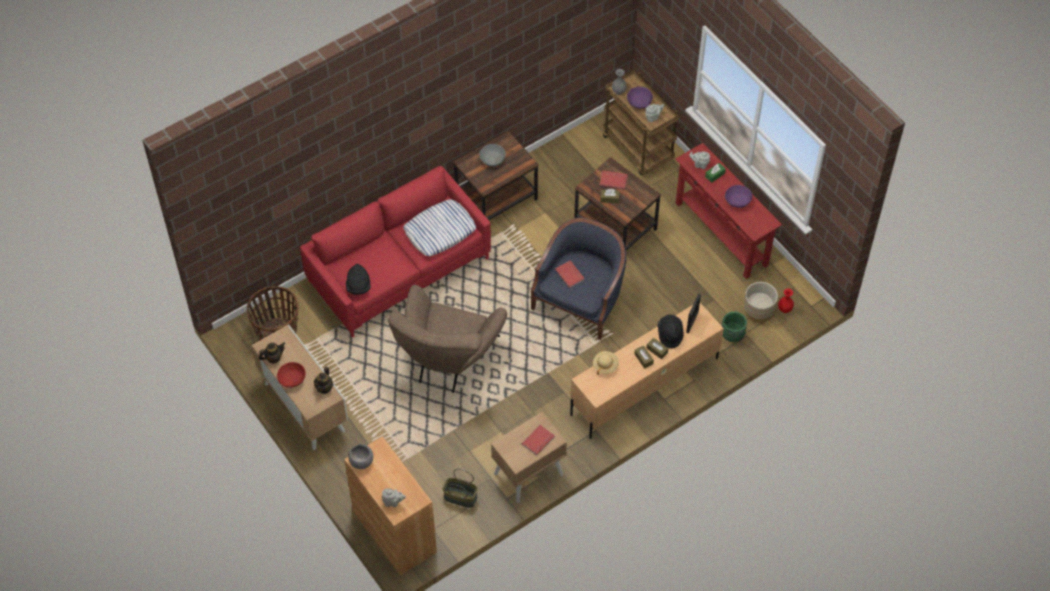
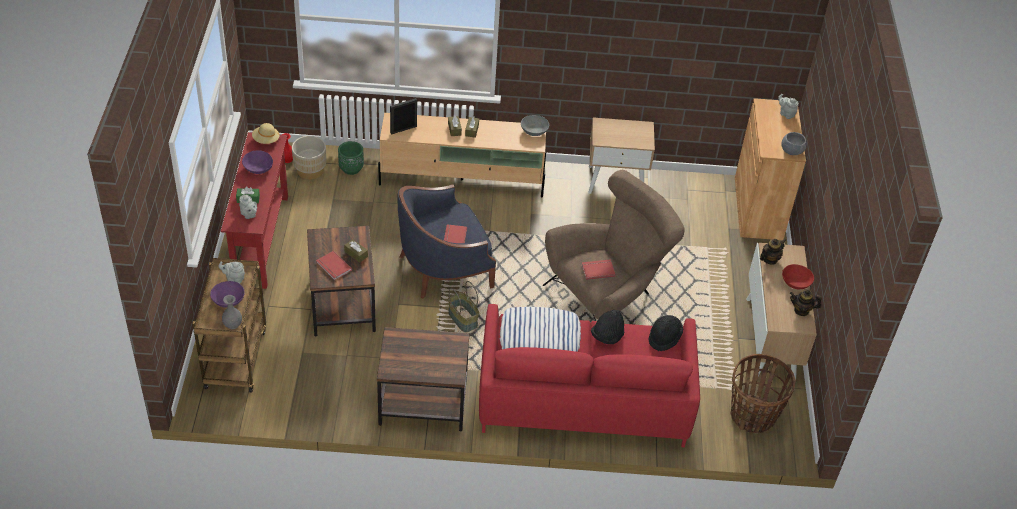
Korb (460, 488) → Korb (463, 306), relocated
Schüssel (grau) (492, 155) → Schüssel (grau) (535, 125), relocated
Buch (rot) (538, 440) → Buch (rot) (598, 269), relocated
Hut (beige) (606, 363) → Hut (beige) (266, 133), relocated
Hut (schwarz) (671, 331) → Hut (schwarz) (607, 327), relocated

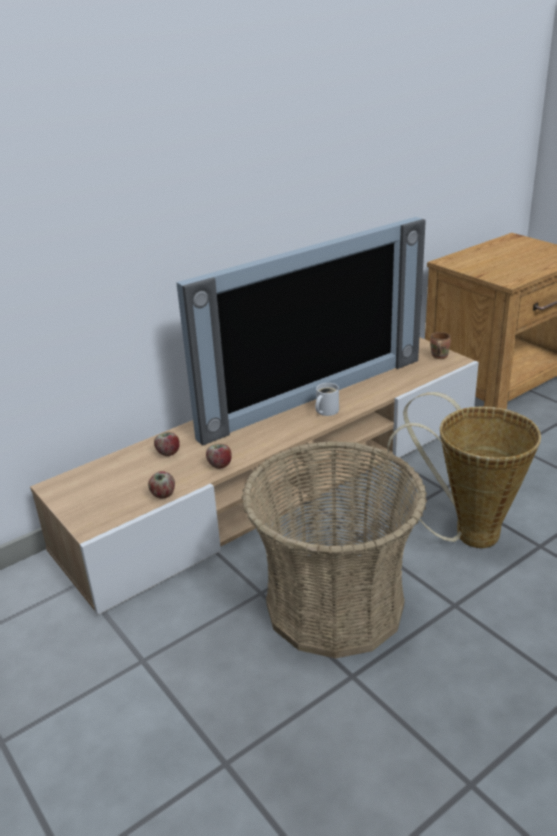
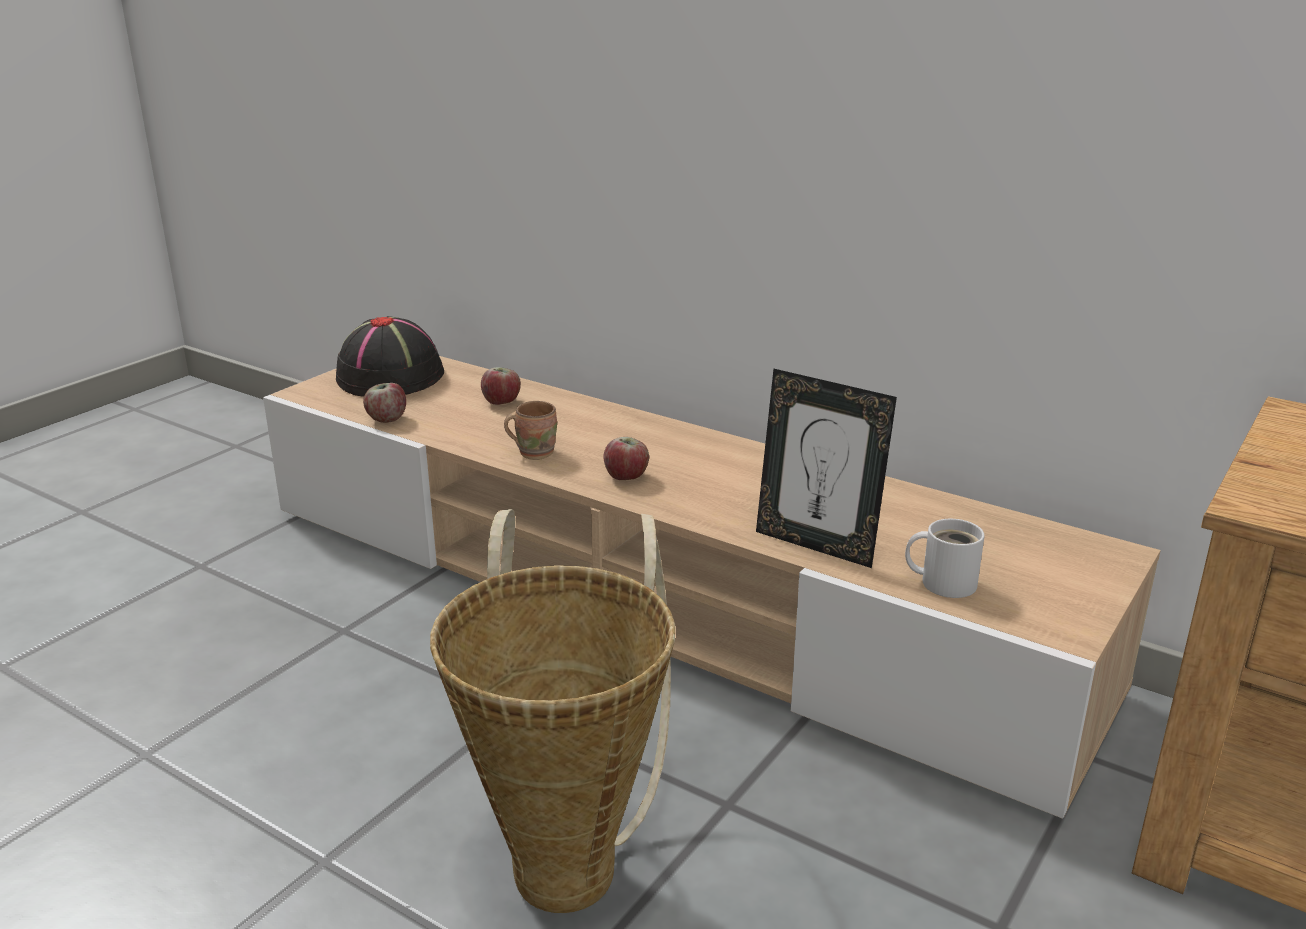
Fernseher (301, 331) → -
Korb (334, 550) → -
- → Hut (schwarz) (390, 356)
- → Bilderrahmen (826, 468)
Apfel (219, 456) → Apfel (626, 458), relocated
Henkelbecher (weiß) (327, 399) → Henkelbecher (weiß) (944, 558), relocated
Henkelbecher (braun) (440, 345) → Henkelbecher (braun) (530, 430), relocated

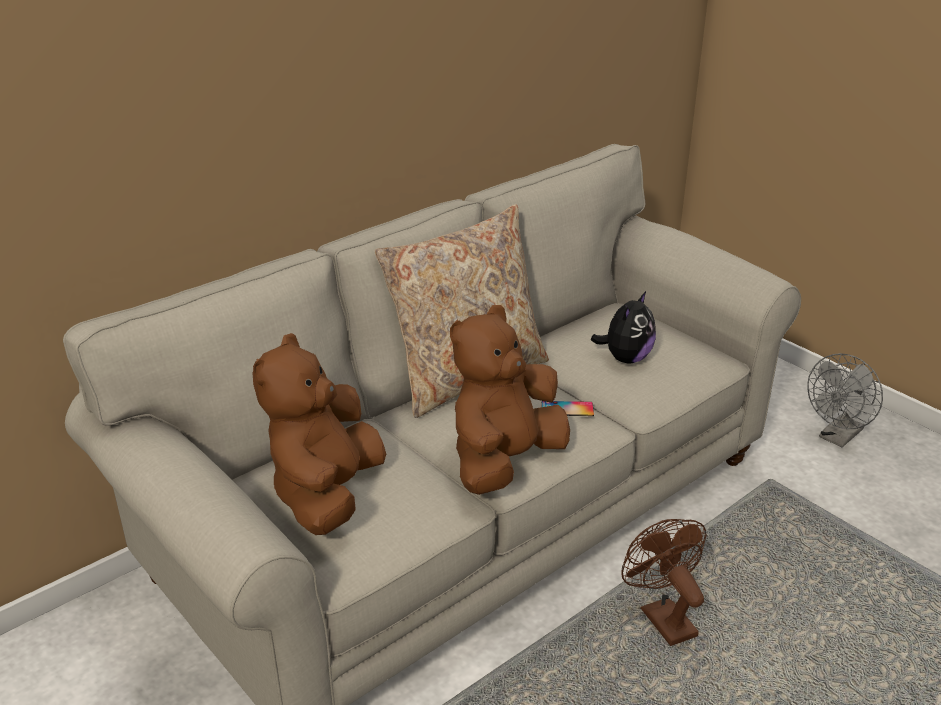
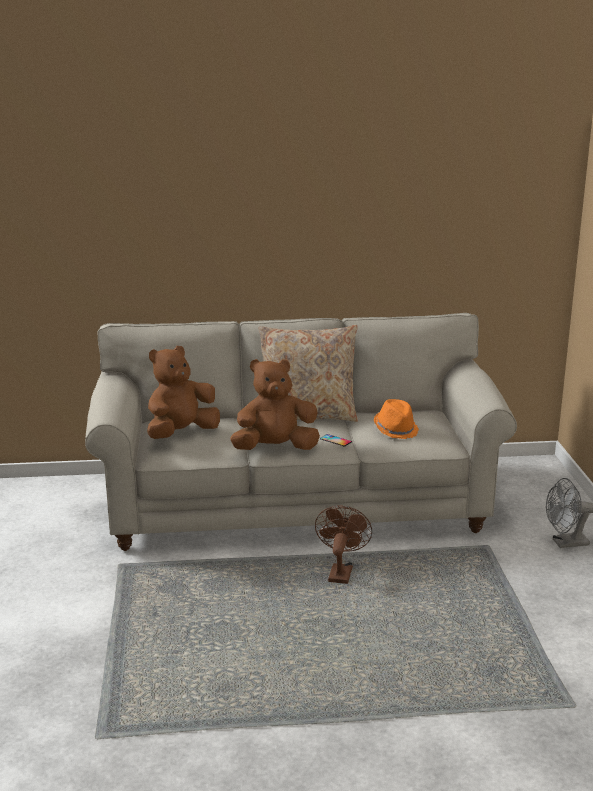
Plüschtier (623, 327) → Hut (orange) (396, 419)

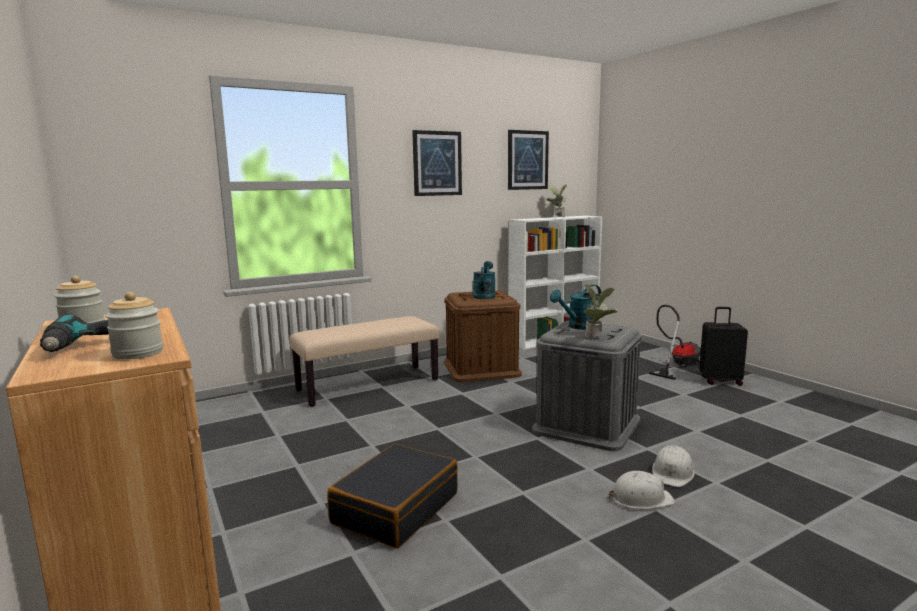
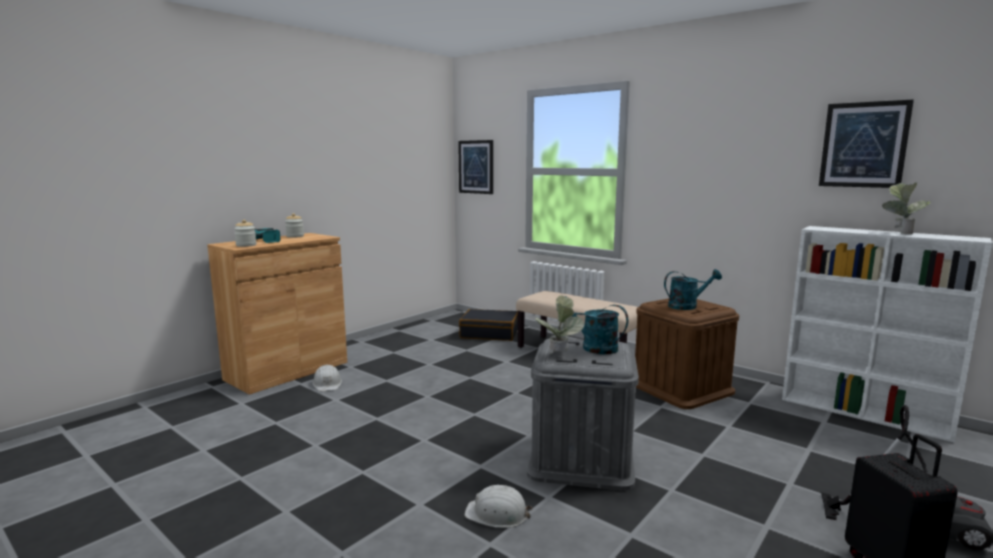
Koffer (schwarz) (392, 496) → Koffer (schwarz) (488, 325), relocated
Bild (437, 163) → Bild (475, 167), relocated
Schutzhelm (weiß) (642, 490) → Schutzhelm (weiß) (327, 378), relocated

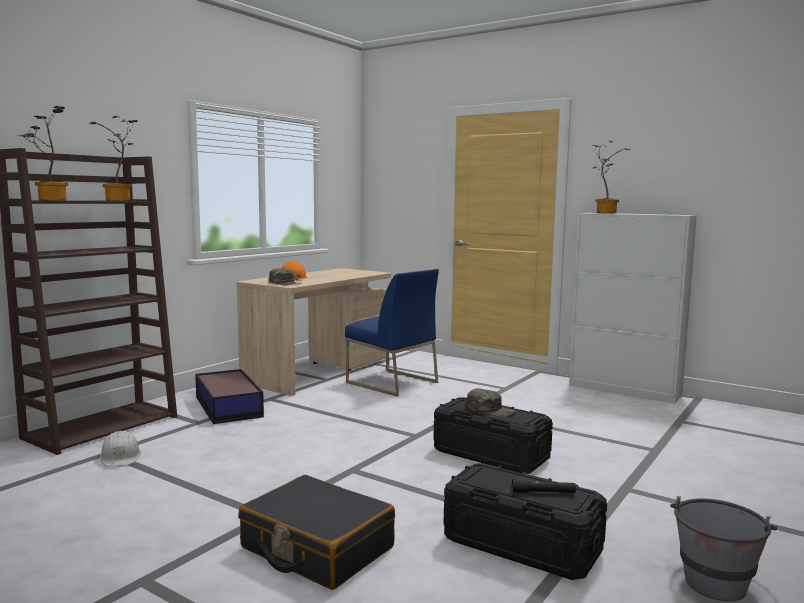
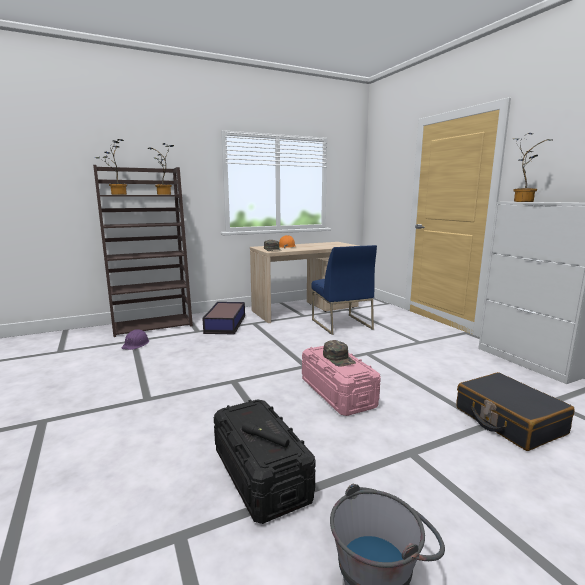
Koffer (schwarz) (316, 532) → Koffer (schwarz) (515, 411), relocated
Schutzhelm (weiß) (120, 449) → Schutzhelm (lila) (135, 339)
Aufbewahrungsbox (schwarz) (493, 435) → Aufbewahrungsbox (rosa) (341, 381)

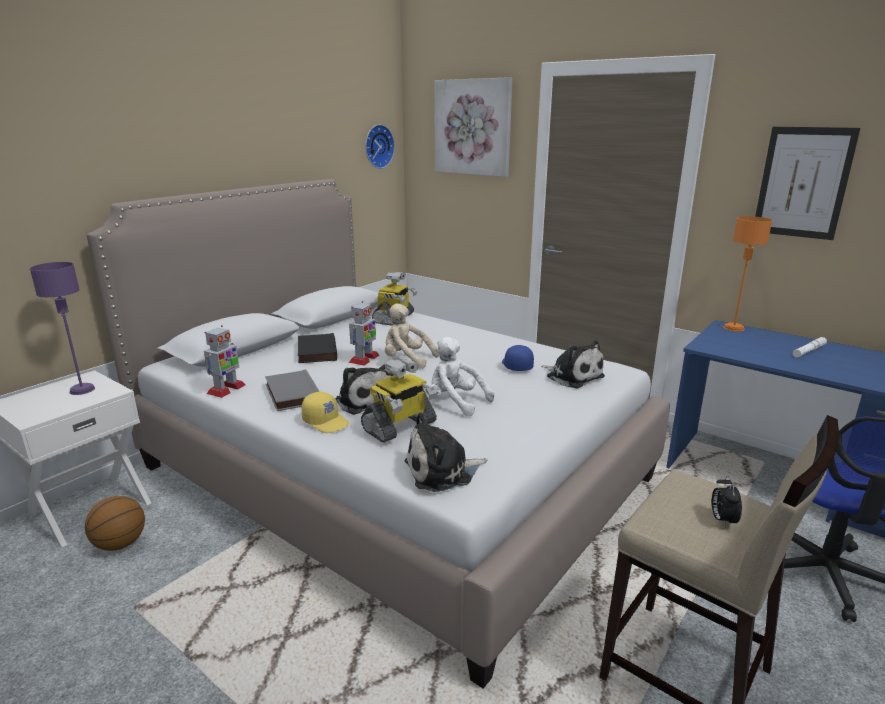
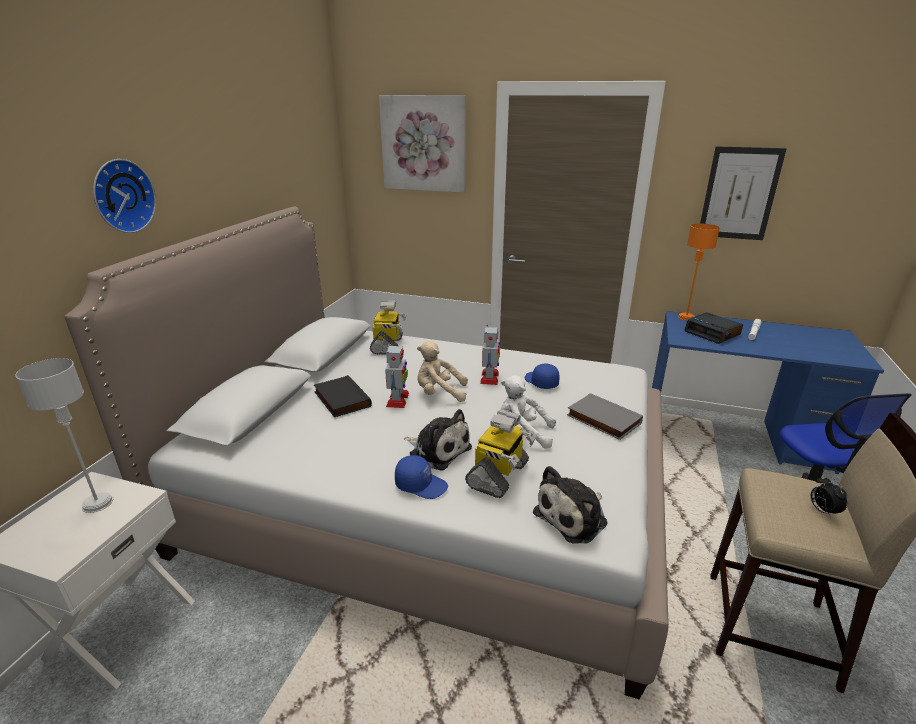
Basketball (115, 523) → -
Plüschtier (573, 364) → -
- → Wecker (713, 328)
Spielzeugroboter (224, 361) → Spielzeugroboter (490, 355), relocated
Buch (grau) (292, 390) → Buch (grau) (605, 416), relocated
Wanduhr (380, 146) → Wanduhr (124, 196), relocated
Tischlampe (lila) (62, 328) → Tischlampe (grau) (64, 435)
Kappe (gelb) (325, 412) → Kappe (blau) (421, 477)

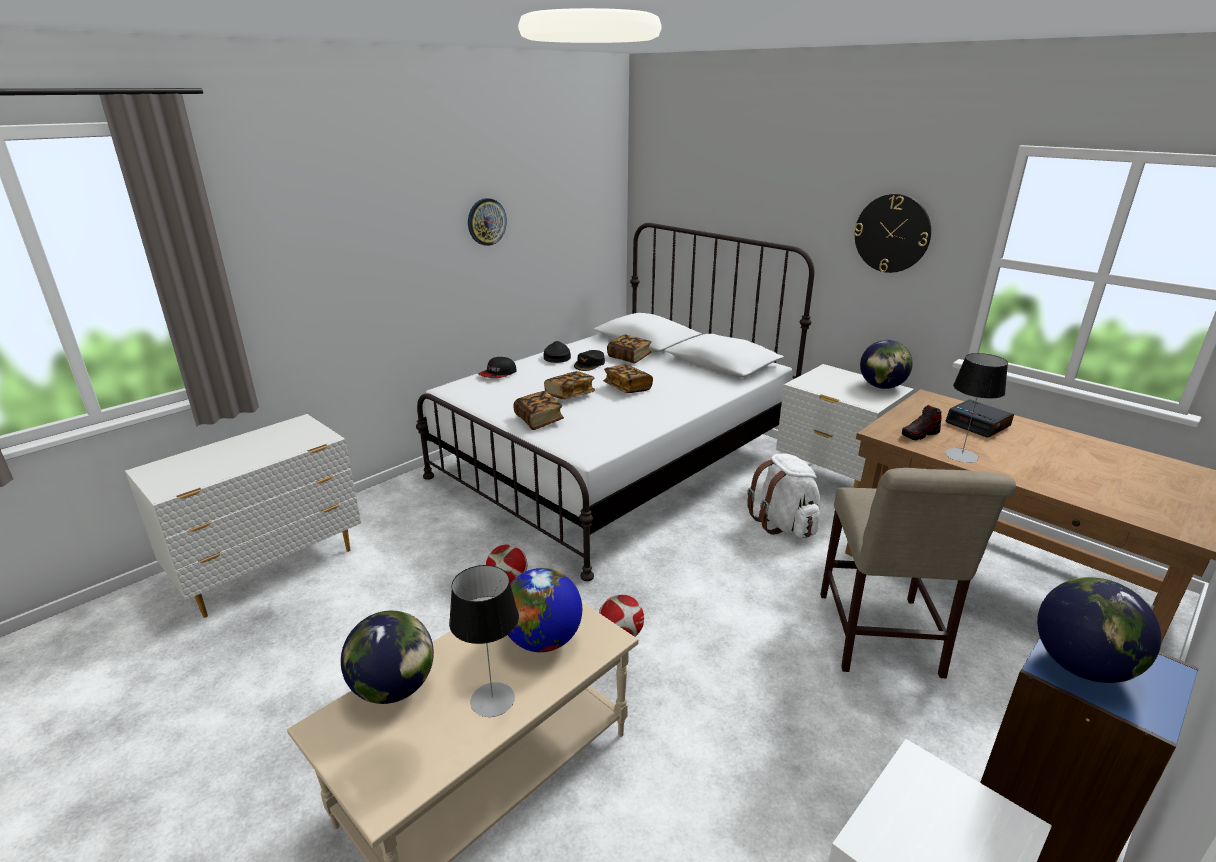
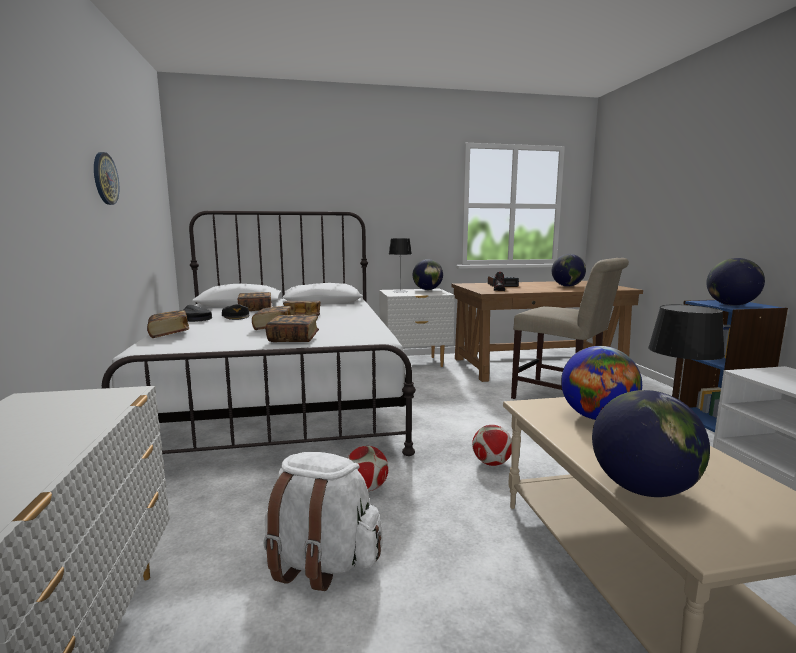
Wanduhr (892, 233) → -
- → Globus (569, 270)
Rucksack (weiß) (783, 495) → Rucksack (weiß) (323, 521), relocated
Tischlampe (976, 408) → Tischlampe (400, 265), relocated
Kappe (497, 368) → Buch (168, 324)

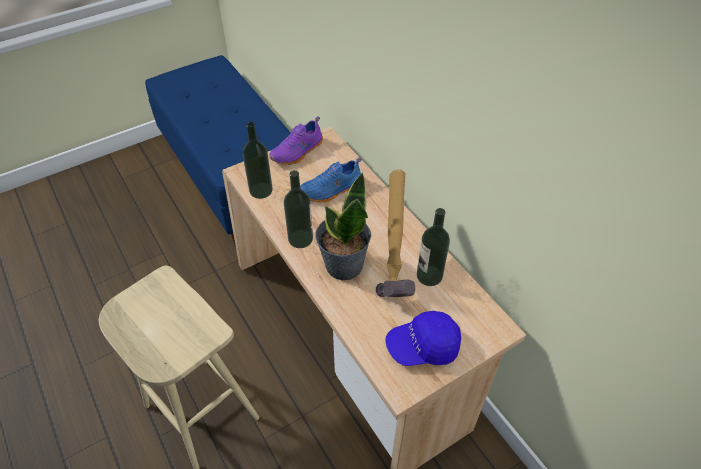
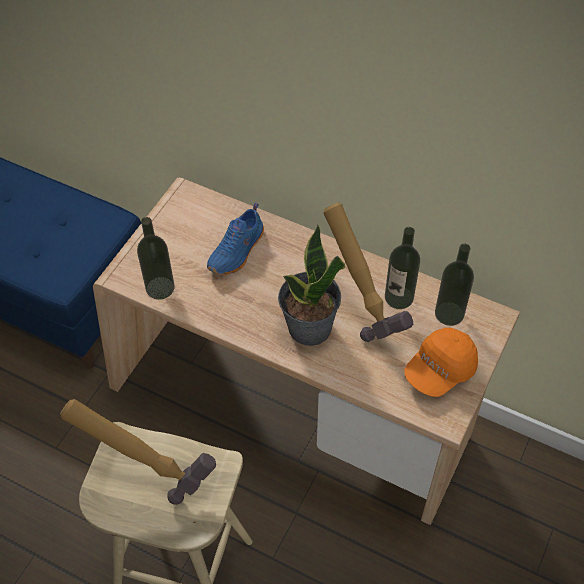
Schuh (lila) (296, 140) → -
- → Hammer (138, 452)
Flasche (298, 209) → Flasche (454, 285), relocated
Kappe (blau) (423, 338) → Kappe (orange) (441, 362)

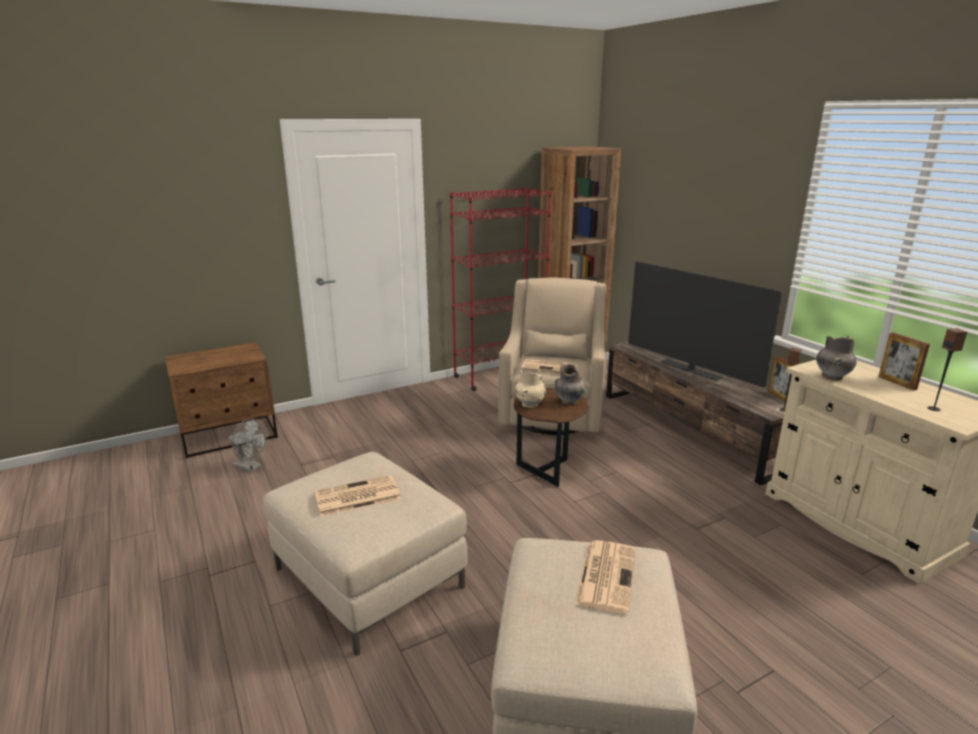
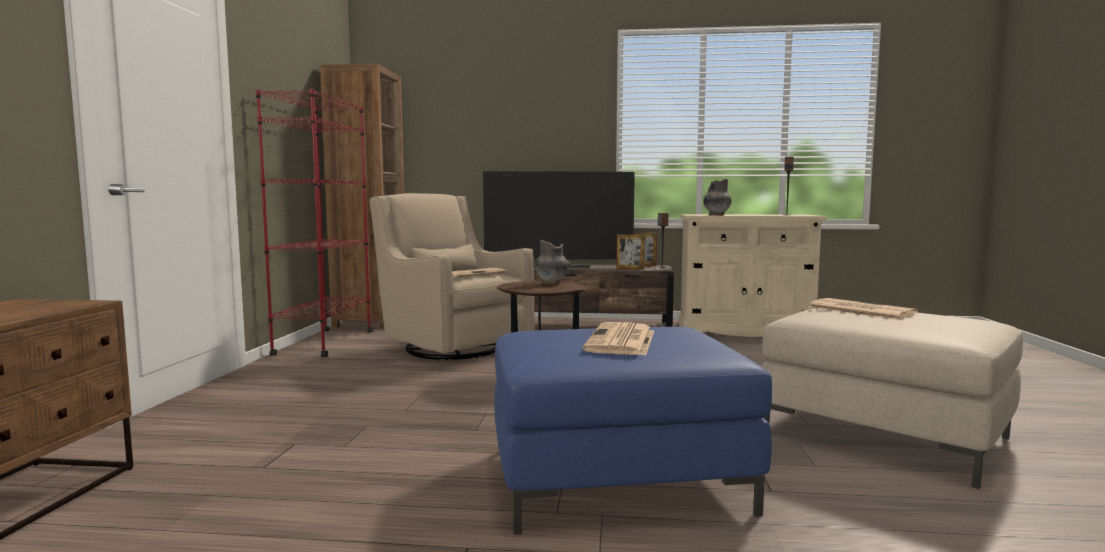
Ventilator (grau) (247, 445) → -
Vase (beige) (530, 389) → -
Bilderrahmen (904, 362) → Bilderrahmen (630, 252), relocated
Polsterhocker (beige) (365, 554) → Polsterhocker (blau) (633, 431)

